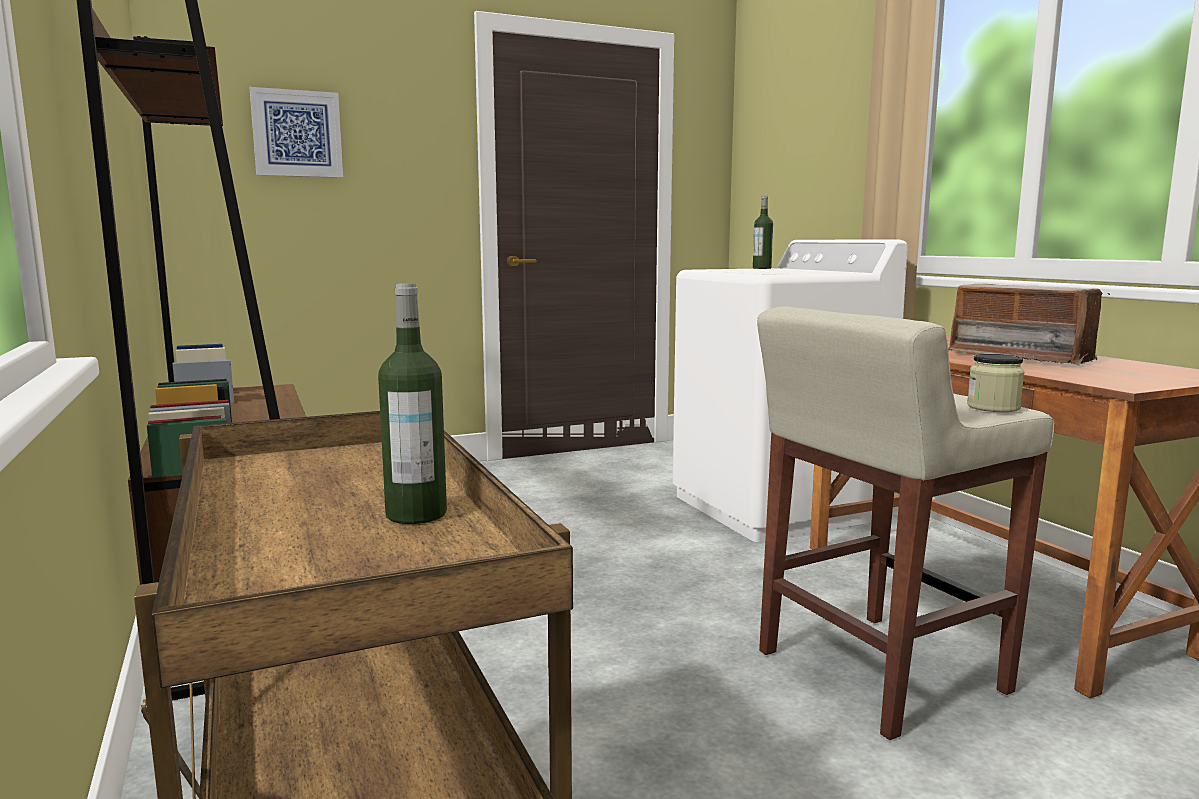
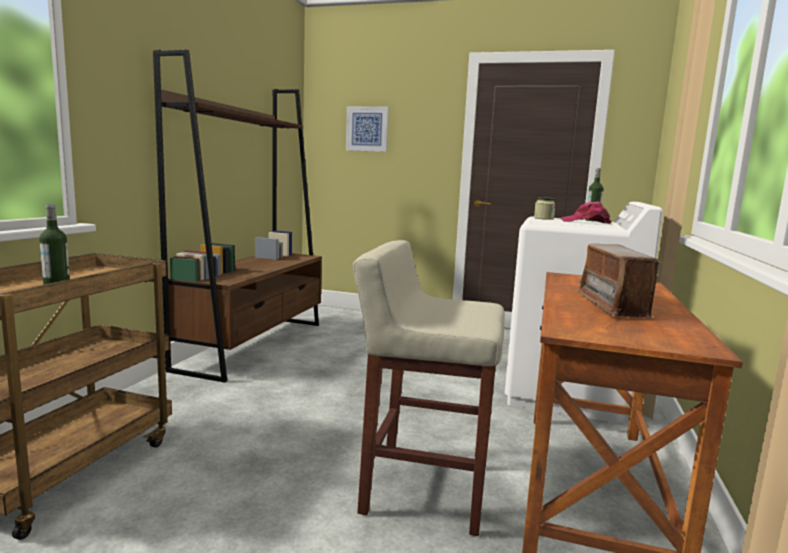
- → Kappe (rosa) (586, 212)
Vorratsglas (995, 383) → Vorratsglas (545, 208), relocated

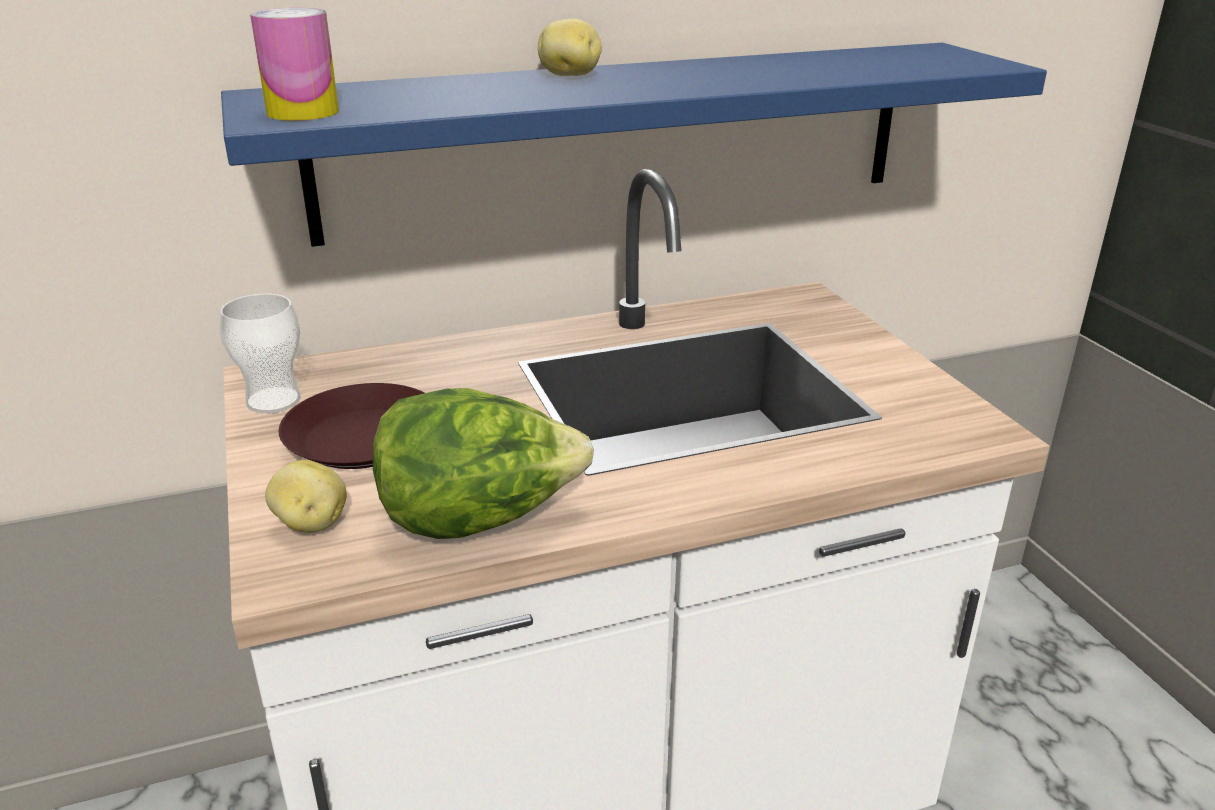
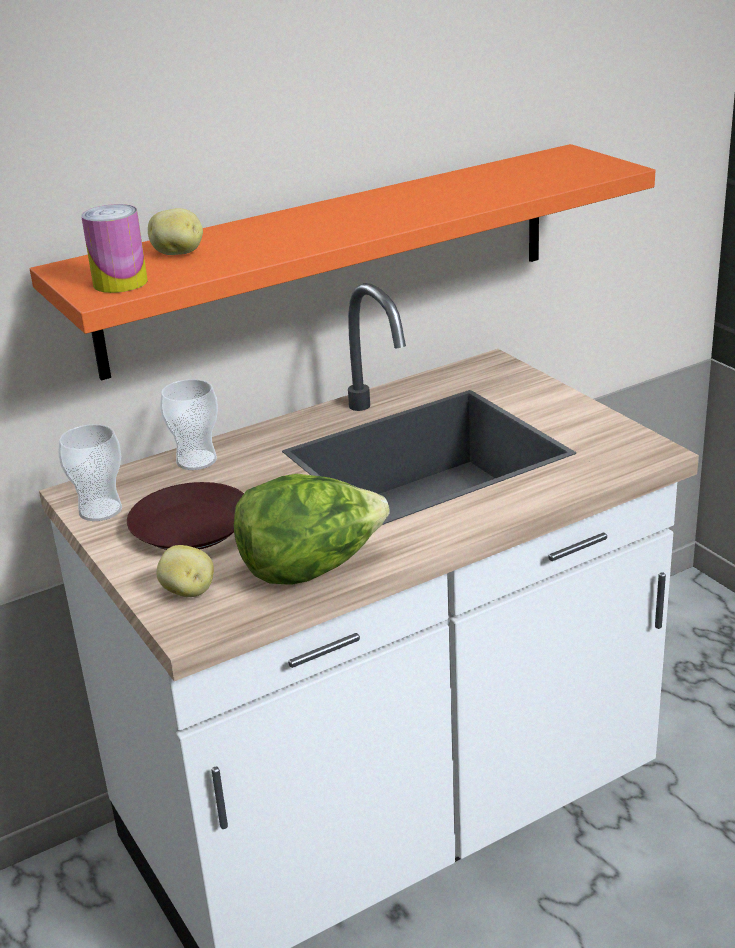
- → Tasse (189, 424)
Kartoffel (570, 47) → Kartoffel (175, 231), relocated
Wandregal (blau) (634, 145) → Wandregal (orange) (342, 262)

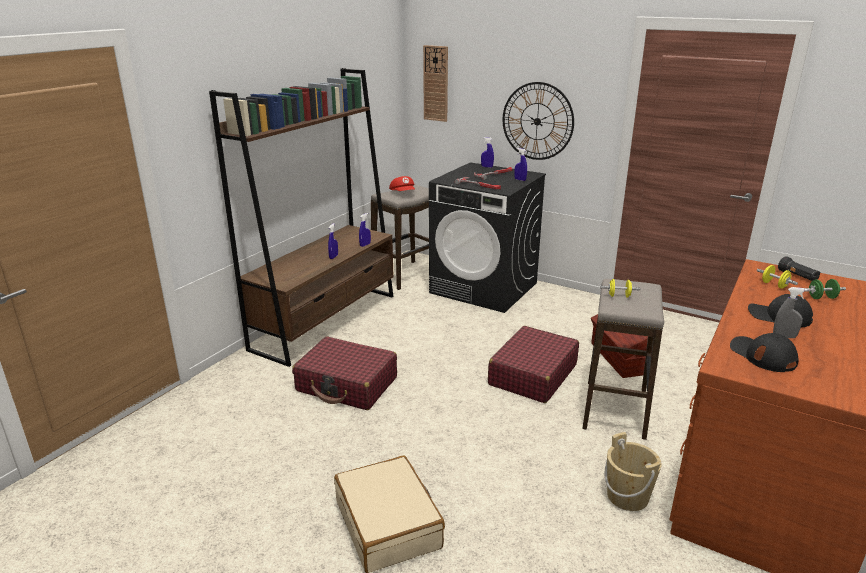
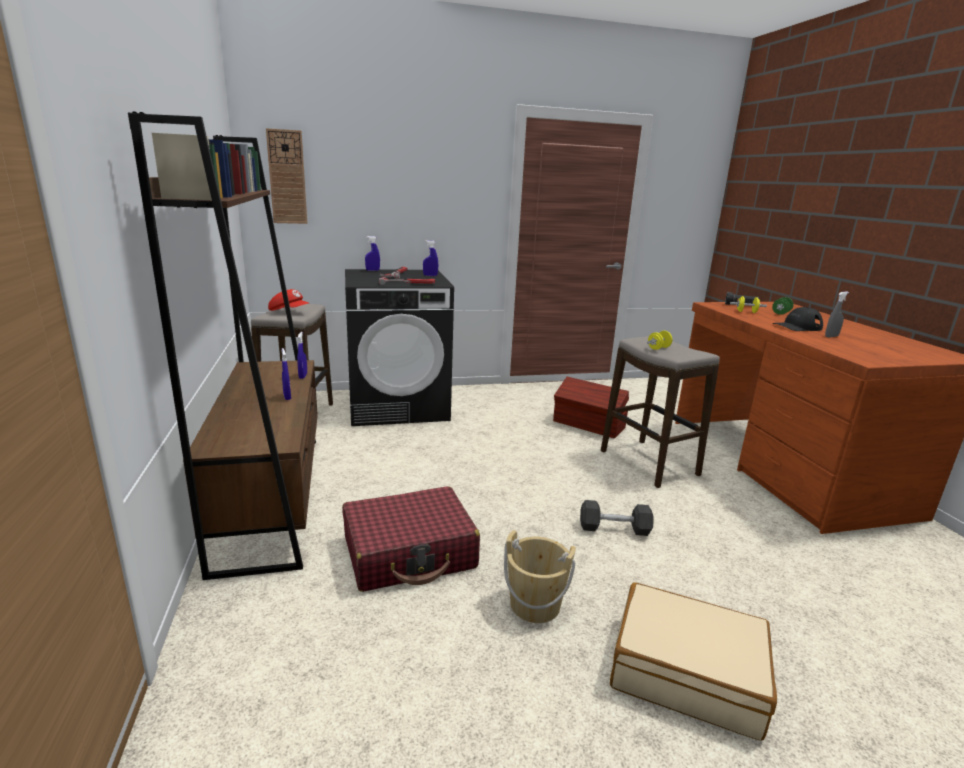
Koffer (rot) (533, 364) → -
Wanduhr (538, 121) → -
Kappe (schwarz) (764, 352) → -
- → Hantel (grau) (617, 518)
Eimer (beige) (633, 471) → Eimer (beige) (540, 576), relocated

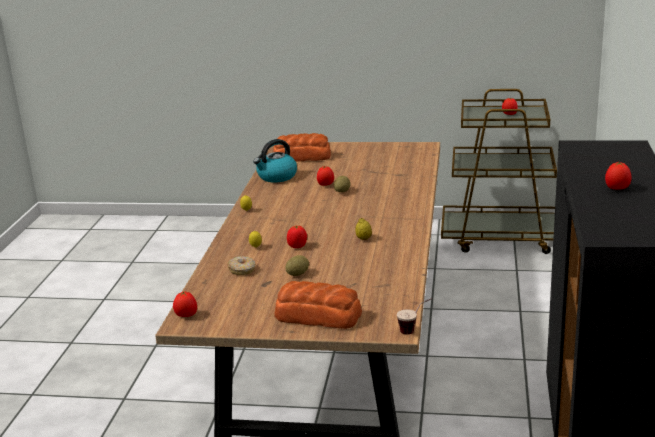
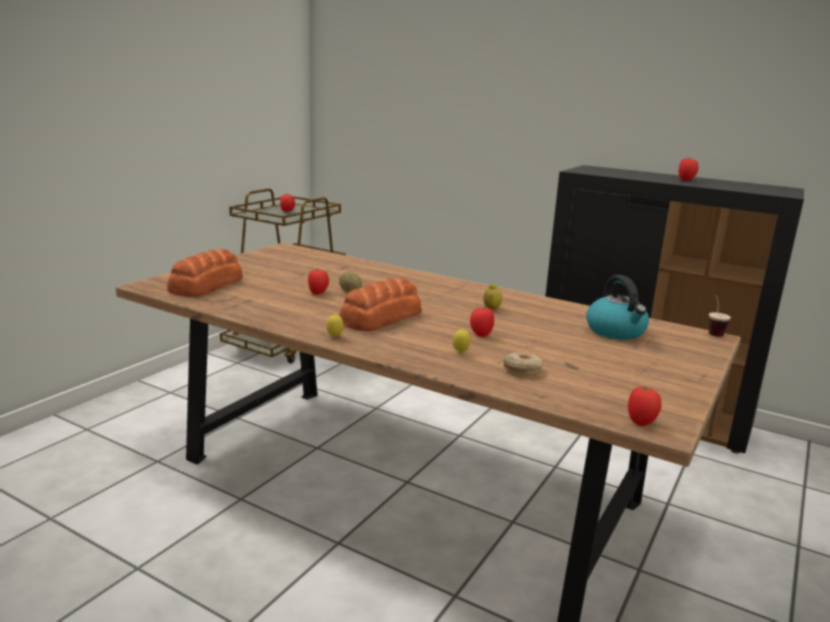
Kartoffel (297, 265) → -
Wasserkessel (275, 161) → Wasserkessel (617, 307), relocated
Brot (318, 305) → Brot (380, 304), relocated

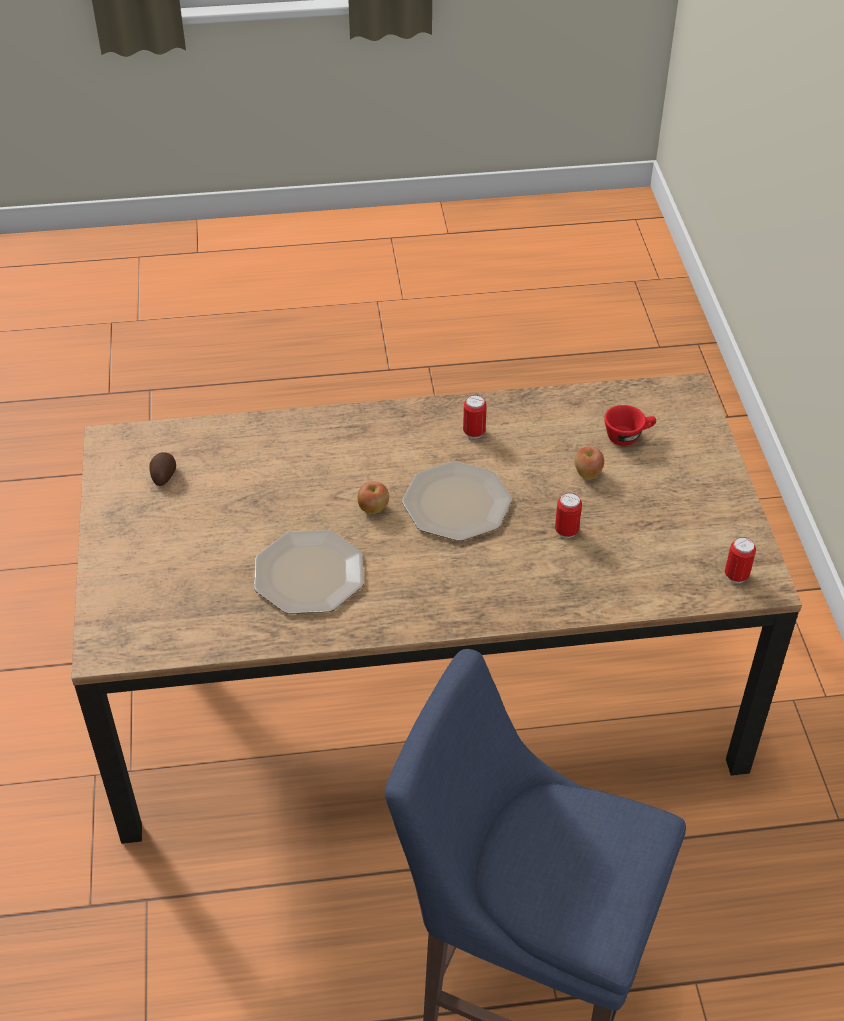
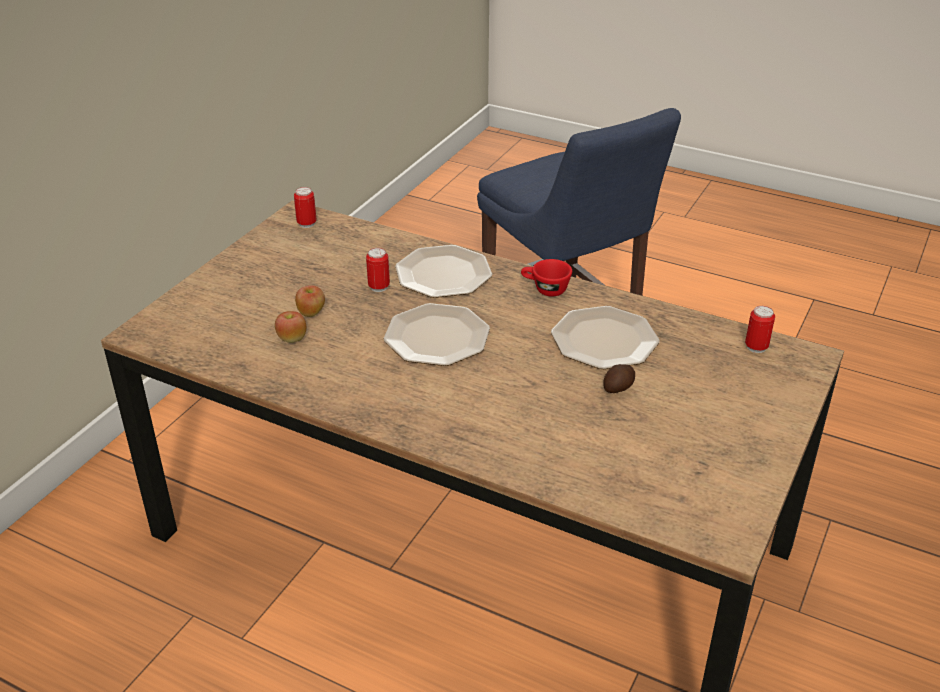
- → Teller (443, 271)
Kartoffel (162, 469) → Kartoffel (619, 378), relocated
Apfel (373, 498) → Apfel (290, 327), relocated
Dose (475, 417) → Dose (760, 329), relocated
Tasse (rot) (630, 425) → Tasse (rot) (546, 278), relocated

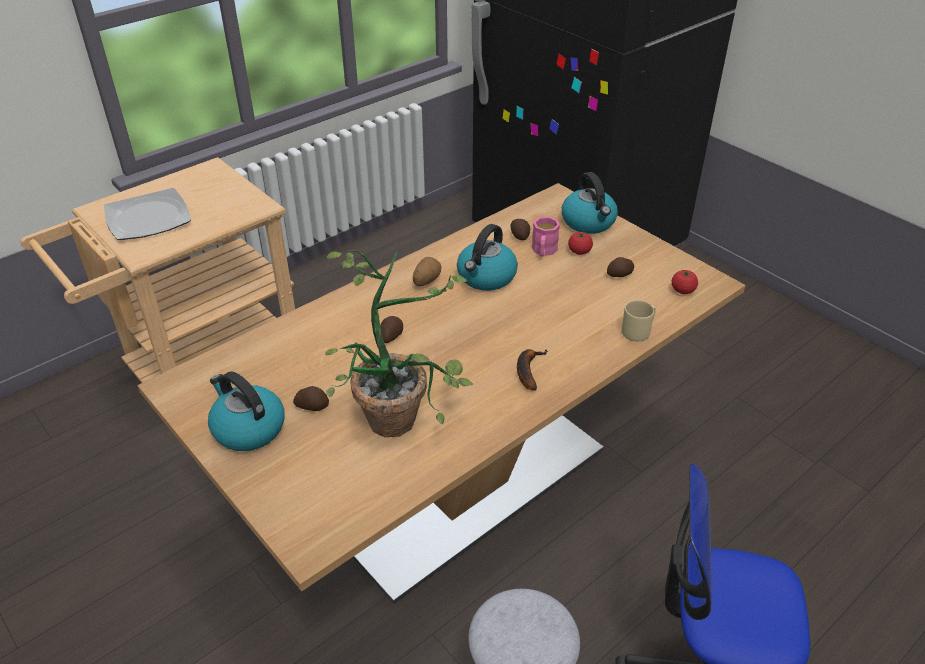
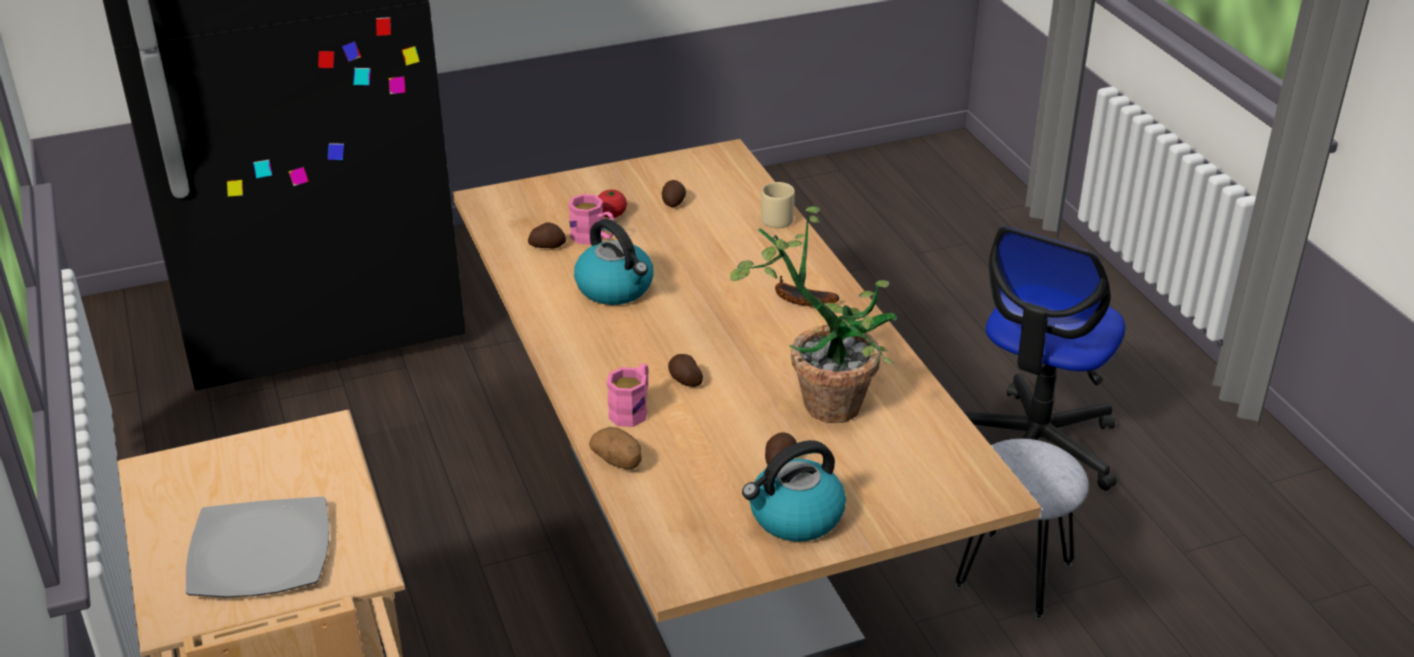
Wasserkessel (590, 203) → -
Tomate (685, 281) → -
- → Henkelbecher (rosa) (628, 395)
Kartoffel (427, 271) → Kartoffel (615, 448), relocated

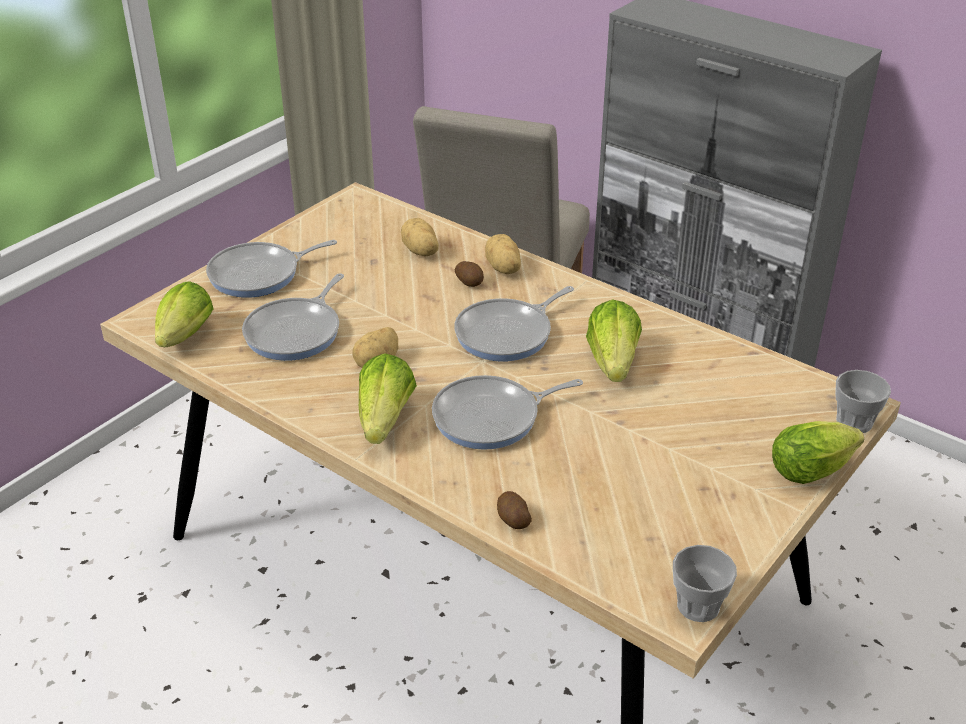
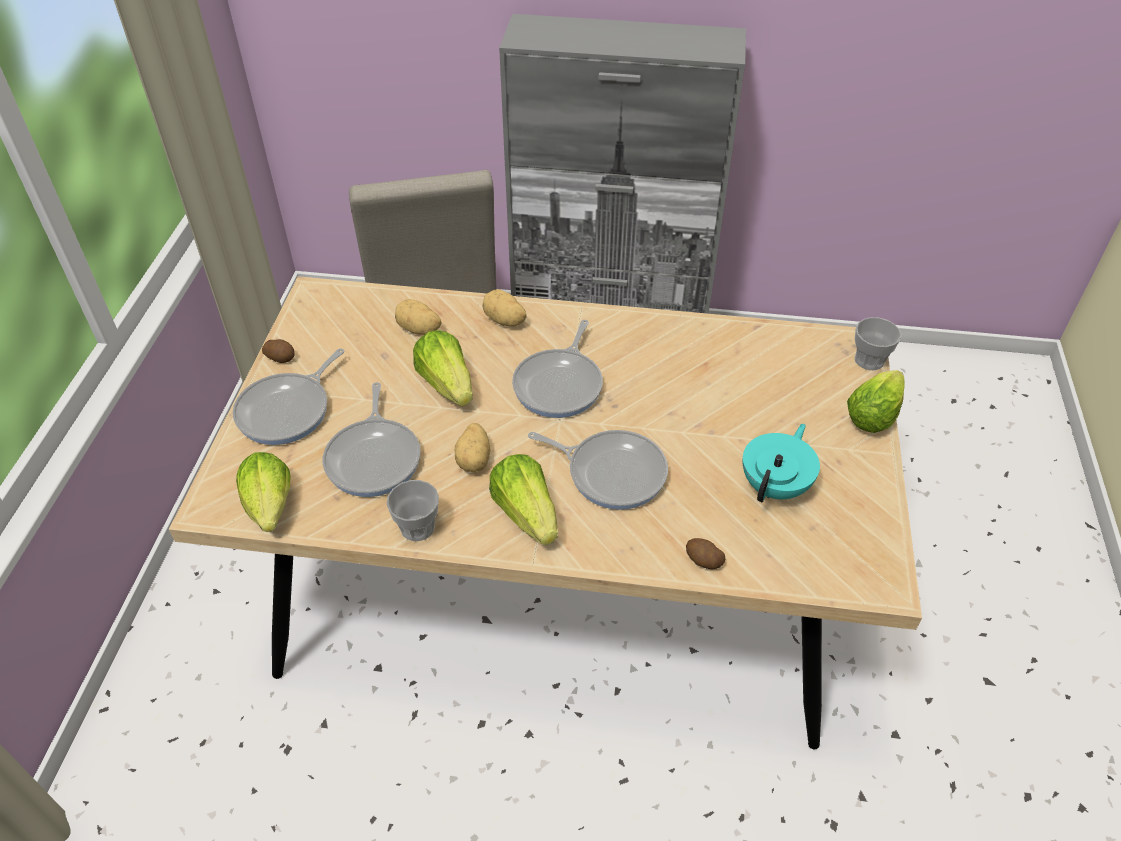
- → Teekanne (türkis) (781, 463)
Kartoffel (469, 274) → Kartoffel (278, 351), relocated
Salatkopf (614, 340) → Salatkopf (443, 368), relocated
Tasse (705, 583) → Tasse (413, 510), relocated
Pfanne (507, 412) → Pfanne (598, 470), 105 degrees counterclockwise

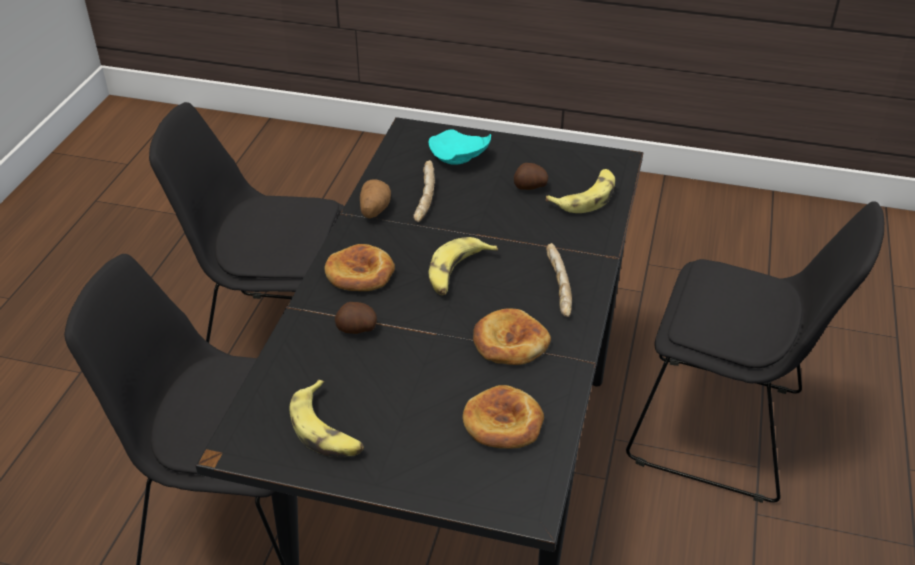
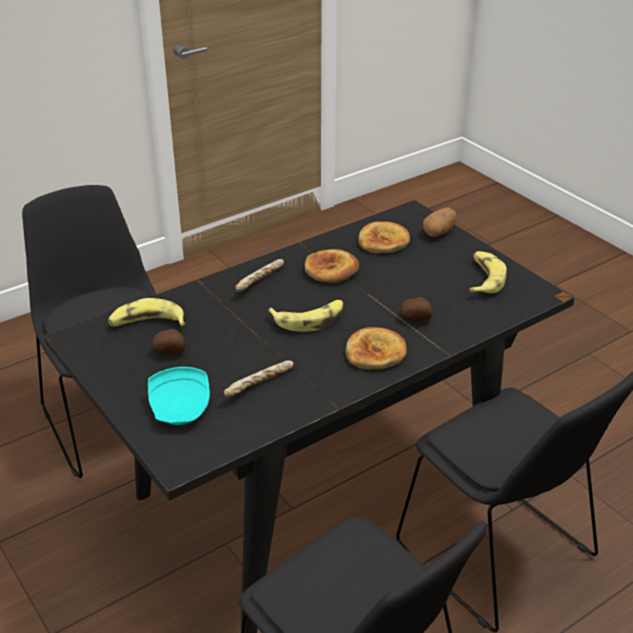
Kartoffel (375, 199) → Kartoffel (439, 222), relocated

